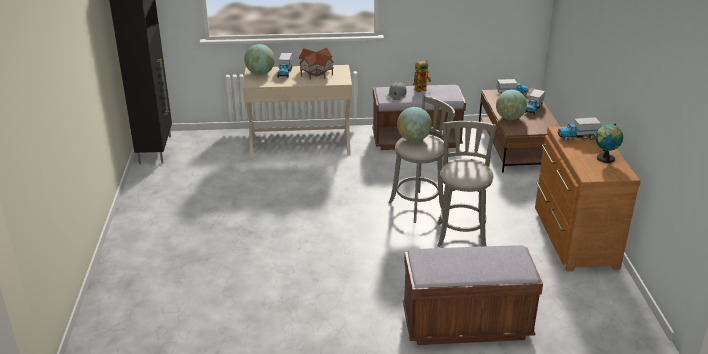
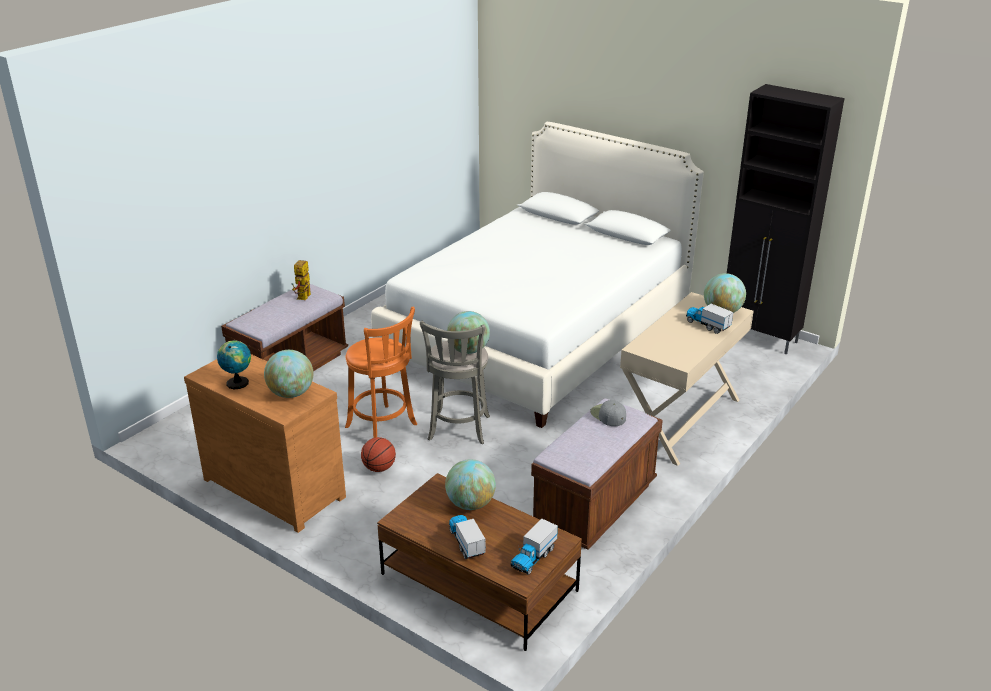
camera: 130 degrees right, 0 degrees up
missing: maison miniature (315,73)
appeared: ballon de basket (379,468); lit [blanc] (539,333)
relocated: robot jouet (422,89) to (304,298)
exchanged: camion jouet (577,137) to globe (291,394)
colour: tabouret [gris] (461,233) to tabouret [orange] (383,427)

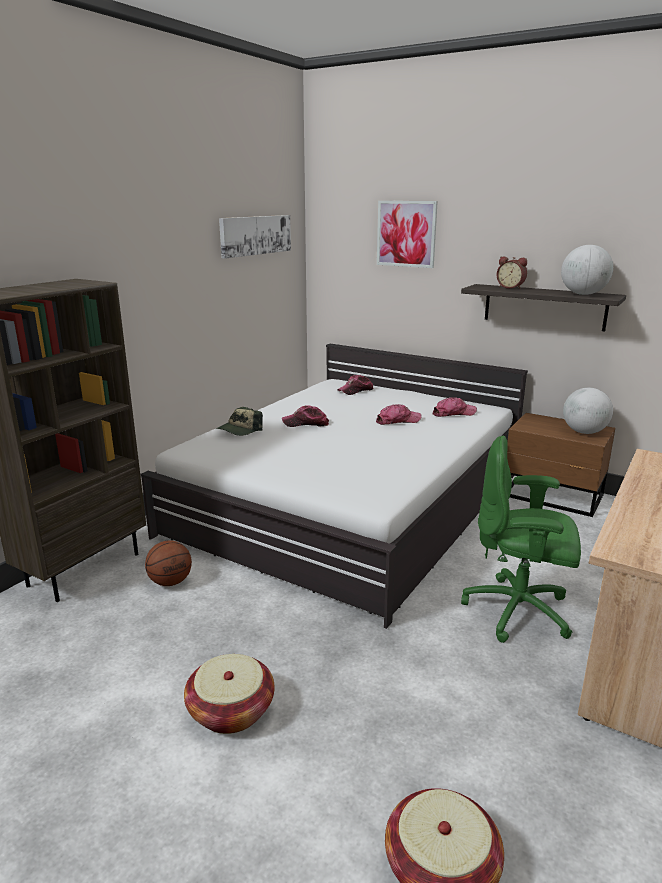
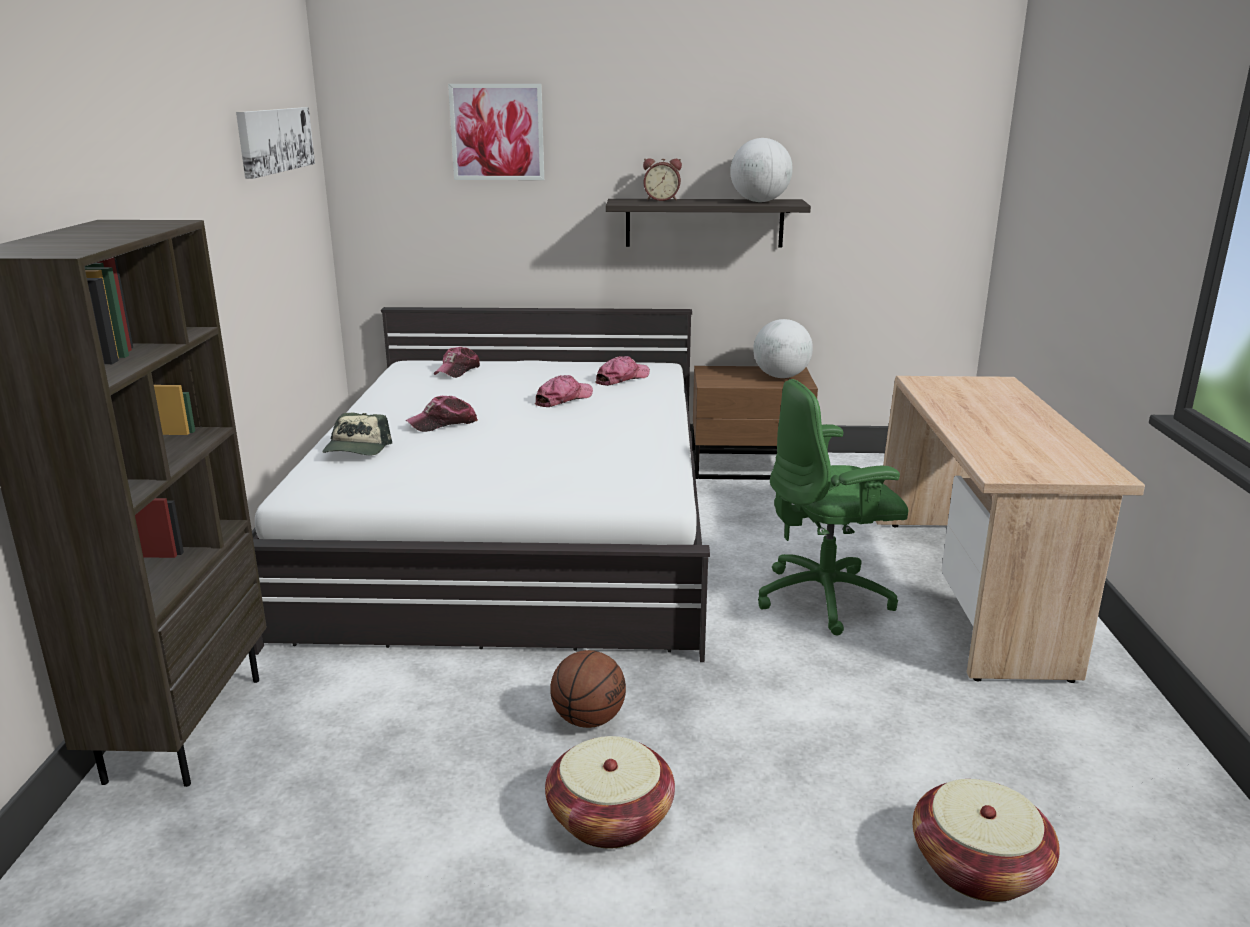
camera: 30 degrees left, 0 degrees up
relocated: ballon de basket (171,582) to (588,719)

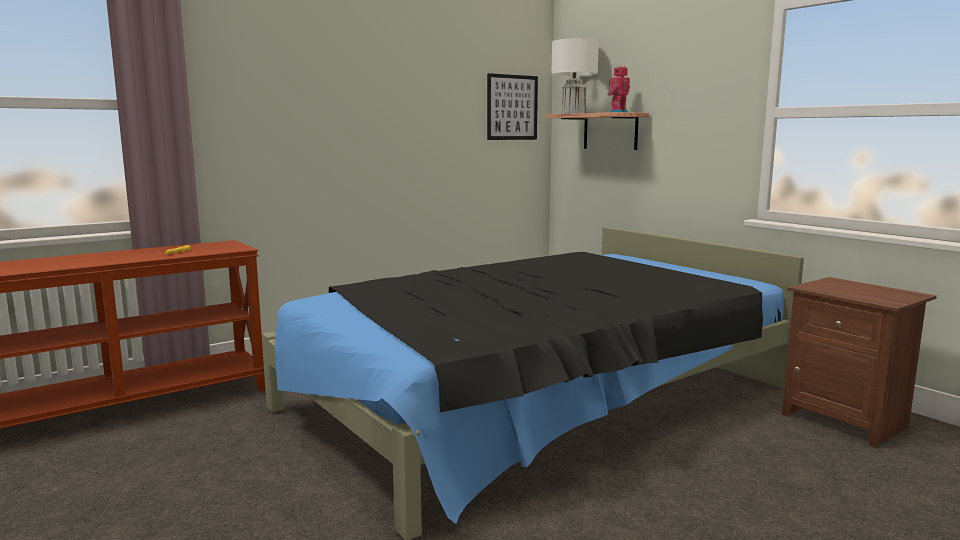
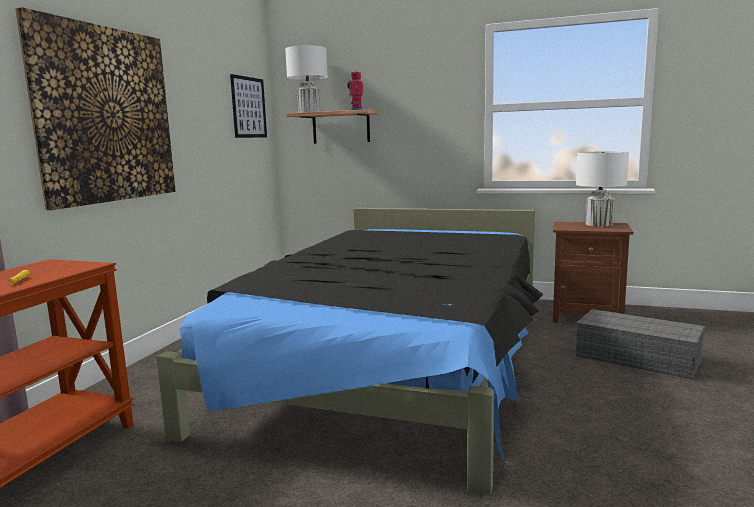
camera: 35 degrees left, 0 degrees up
appeared: tableau (106,115); lampe de table [blanc] (599,224); boîte de rangement [gris] (639,358)

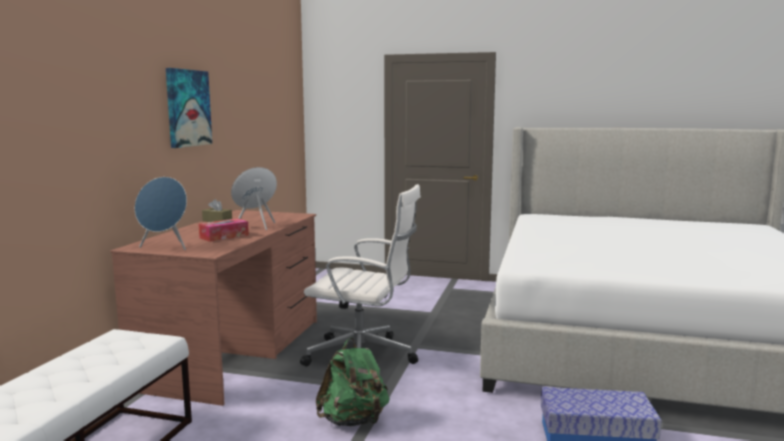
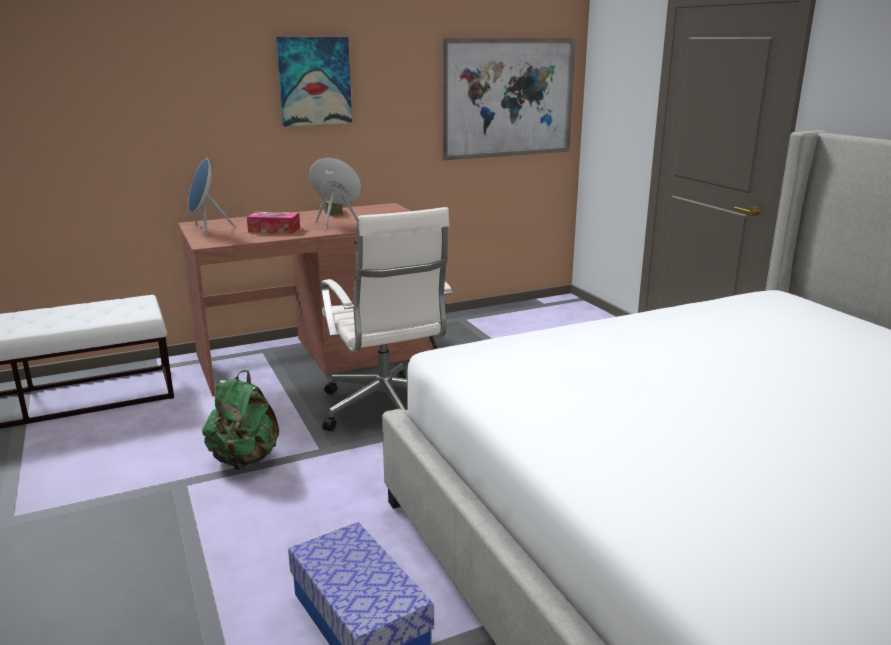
camera: 50 degrees right, 10 degrees up
appeared: tableau (509,98)

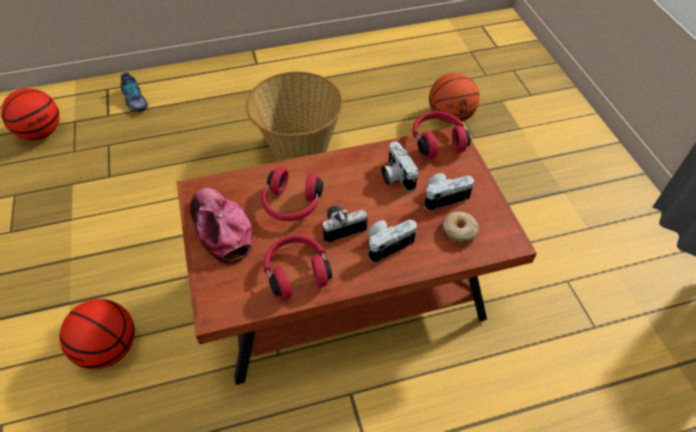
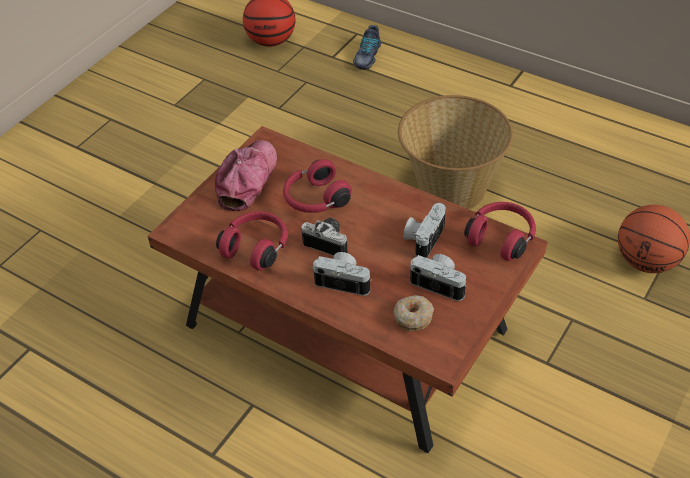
camera: 50 degrees right, 5 degrees down
missing: ballon de basket (109,348)

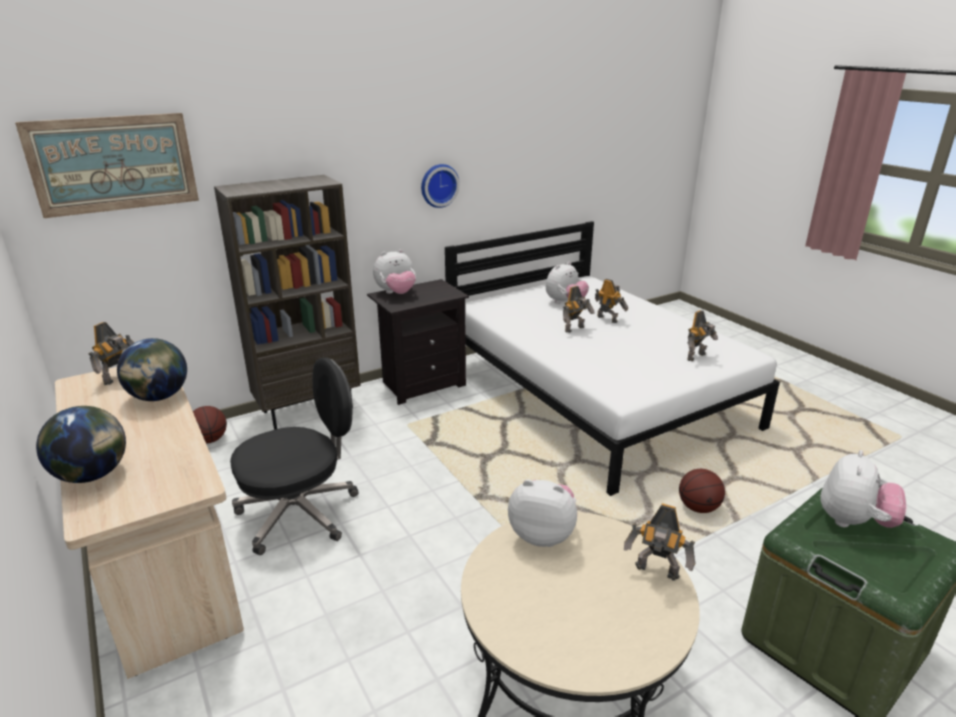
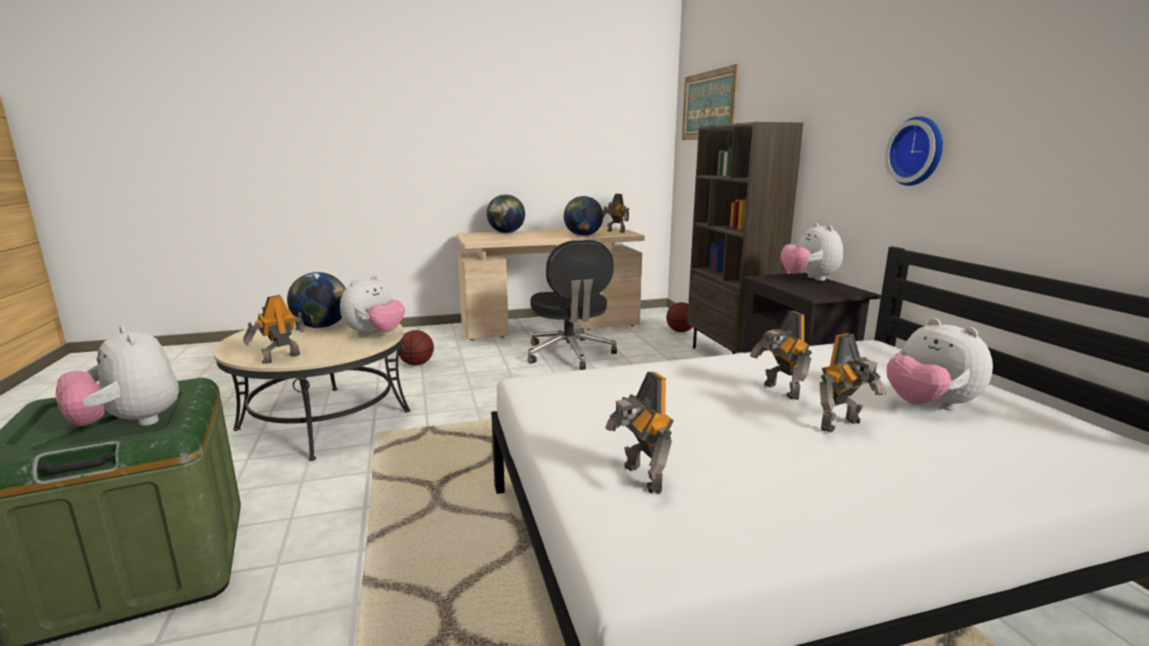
camera: 105 degrees right, 10 degrees down
appeared: globe (322,326)
relocated: ballon de basket (698,508) to (417,364)

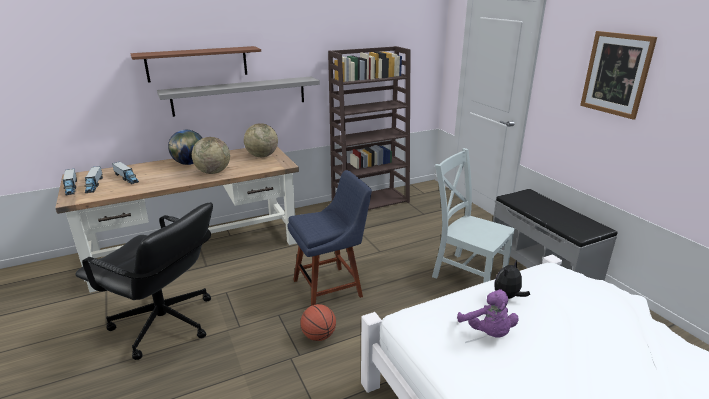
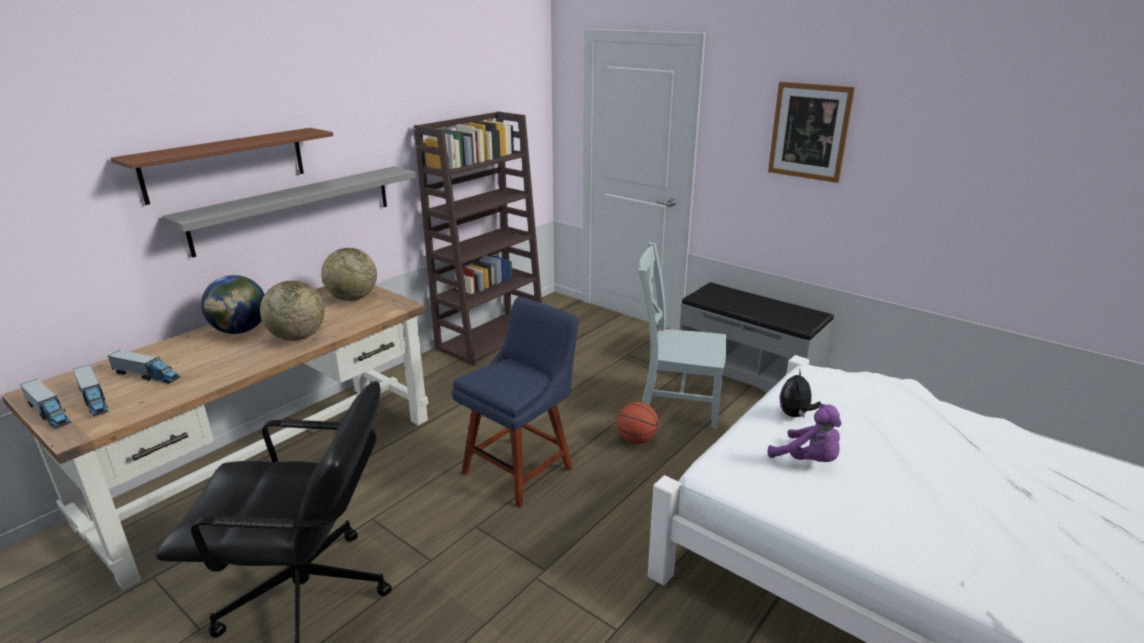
camera: 25 degrees left, 0 degrees up
relocated: ballon de basket (319,336) to (637,440)

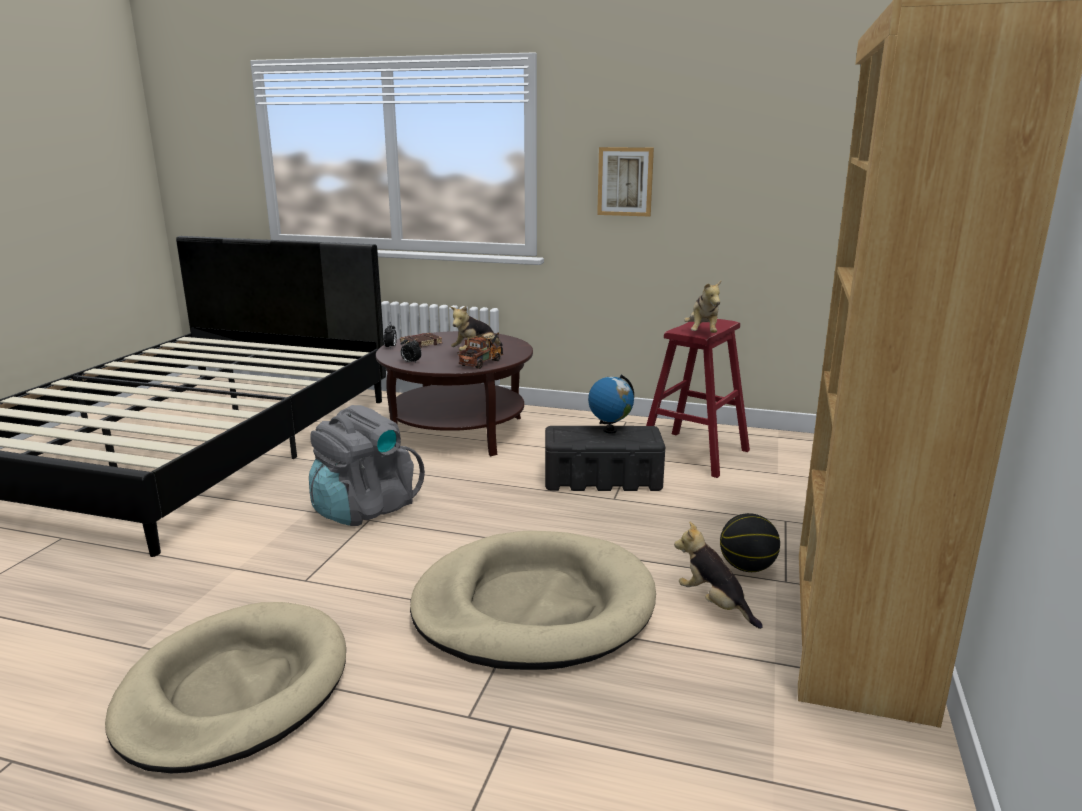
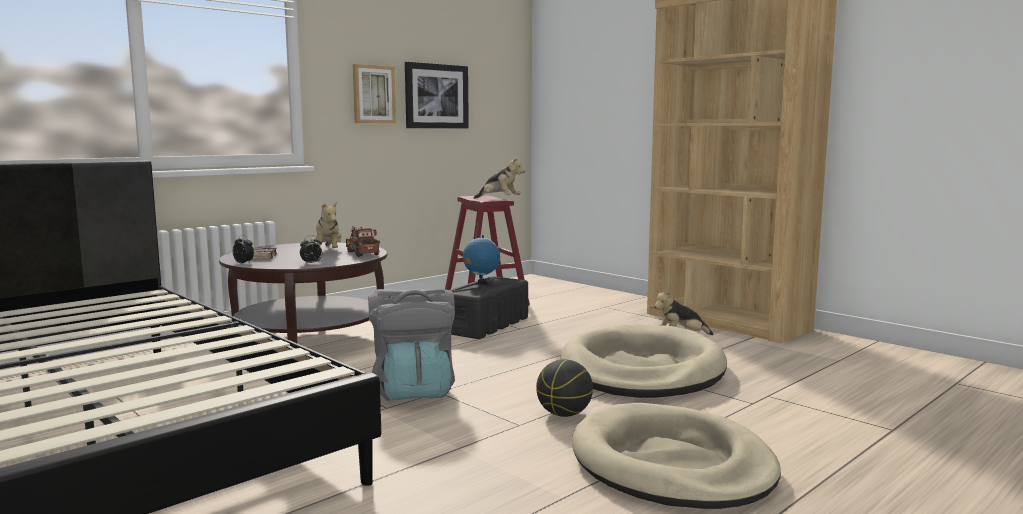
camera: 60 degrees left, 10 degrees down
appeared: tableau (436,96)
relocated: ballon de basket (747,568) to (564,414)

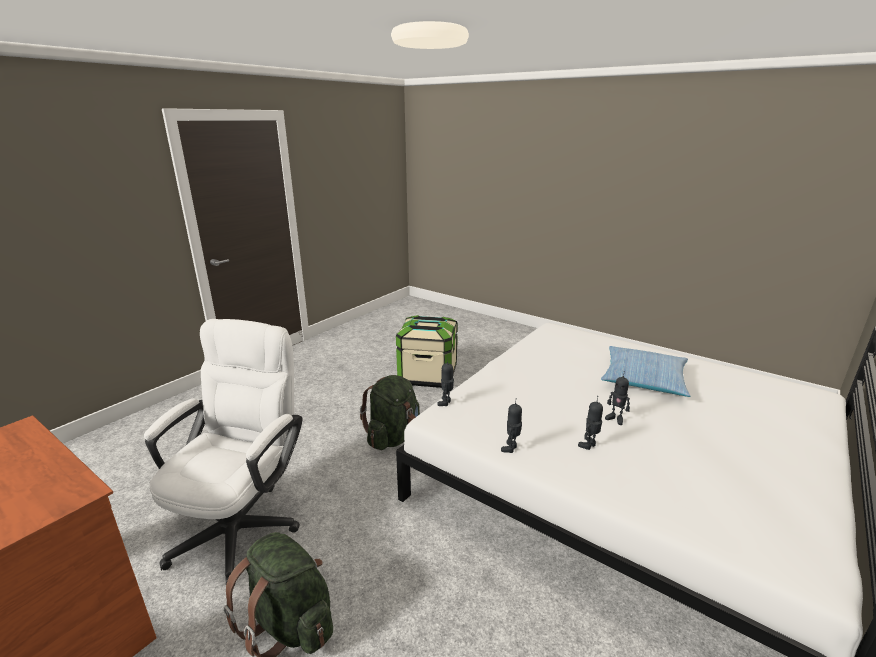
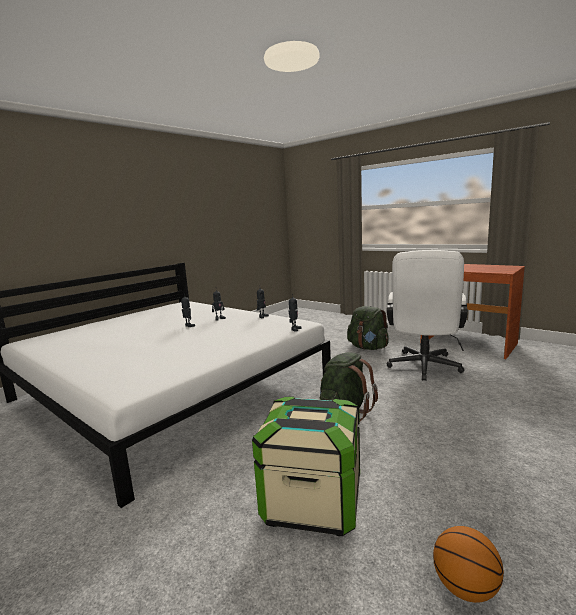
camera: 175 degrees left, 10 degrees down
missing: coussin (644,379)
appeared: ballon de basket (465,587)

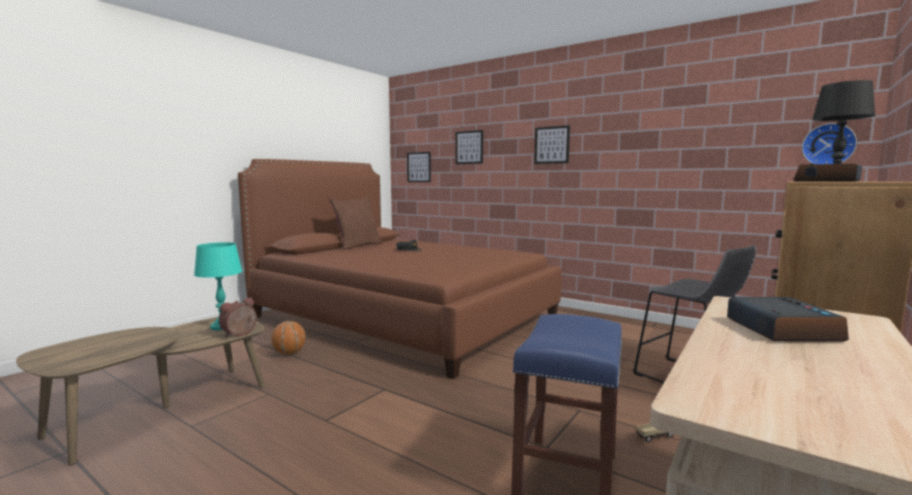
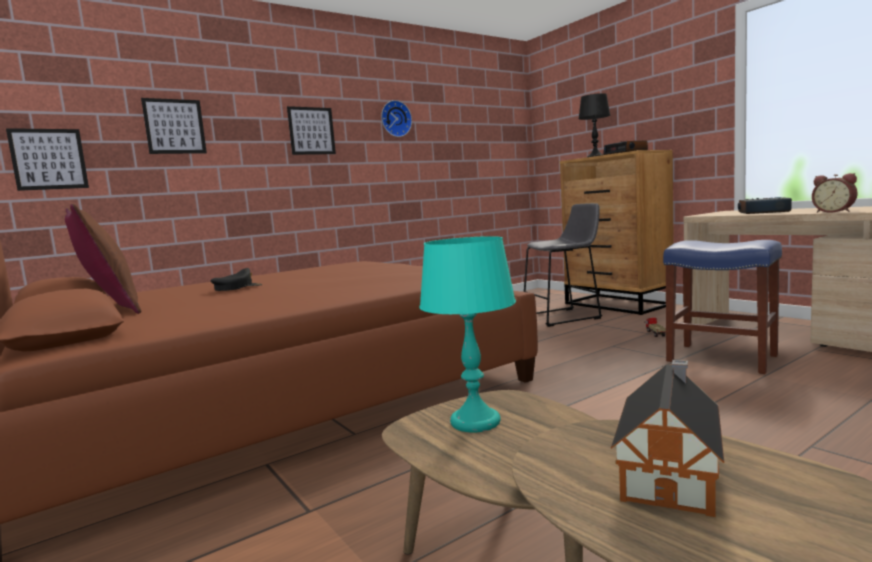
camera: 70 degrees left, 0 degrees up
missing: ballon de basket (289,353)
appeared: maison miniature (671,473)
relocated: réveil (240,334) to (834,212); horloge murale (828,145) to (395,119)

